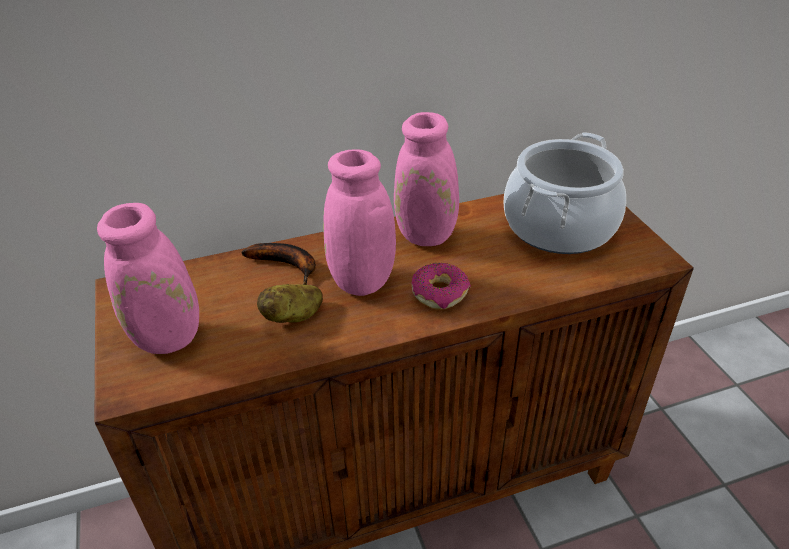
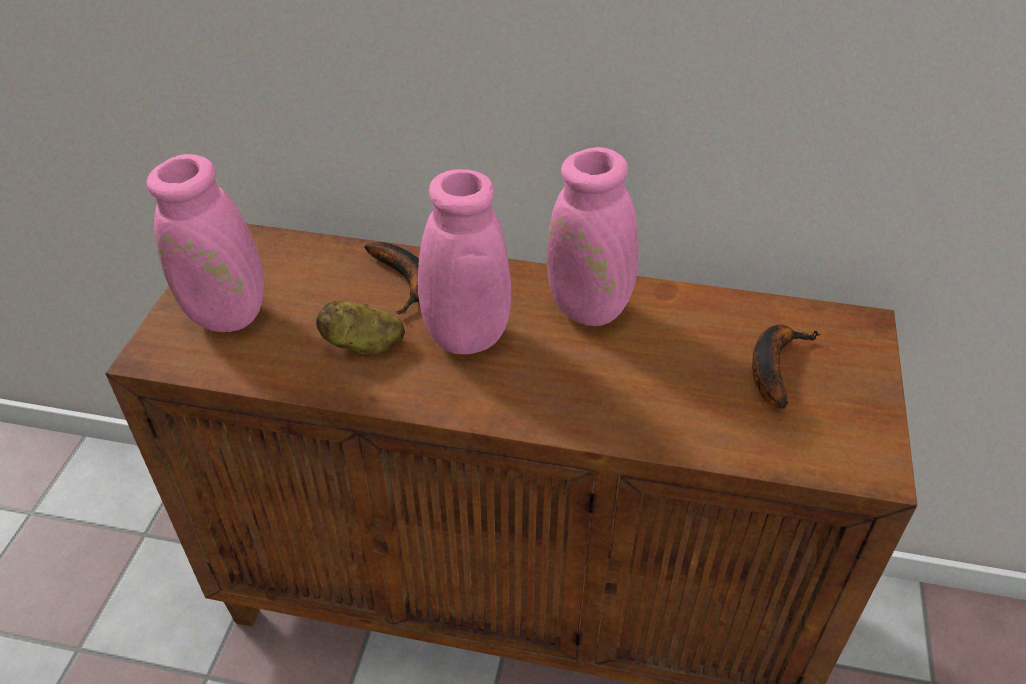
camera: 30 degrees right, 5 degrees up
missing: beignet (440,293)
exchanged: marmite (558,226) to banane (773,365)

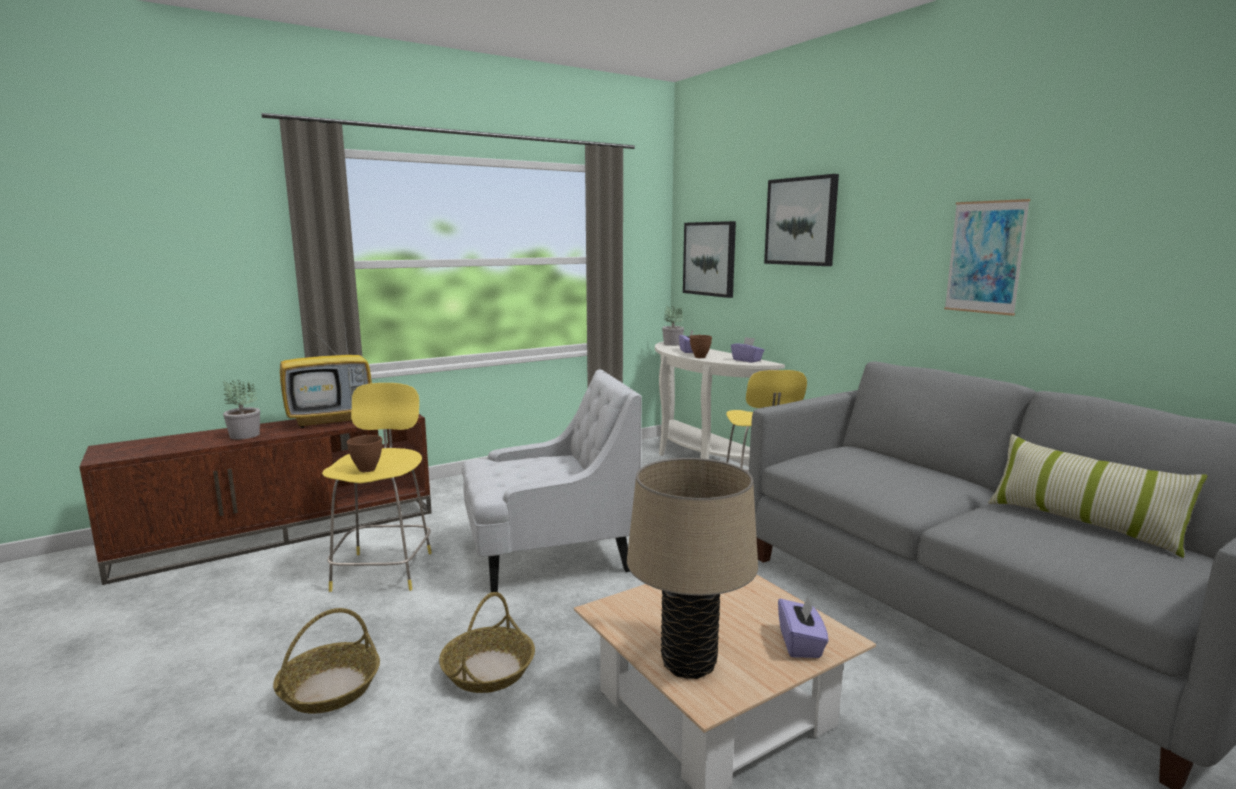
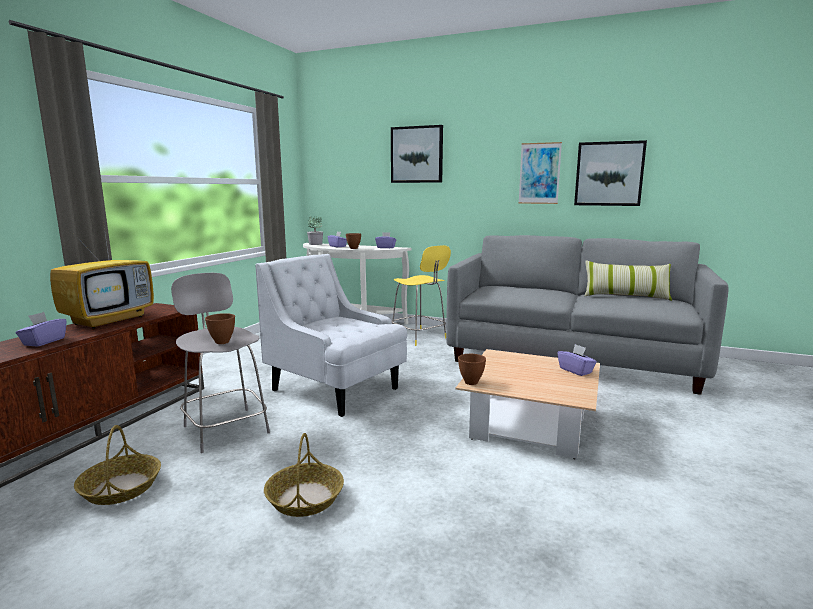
camera: 35 degrees left, 0 degrees up
missing: lampe de table [beige] (688,663)
appeared: bol [marron] (471,383)
relocated: panier (488,670) to (120,487); tableau (710,259) to (609,174)
exchanged: plante en pot (244,435) to boîte à mouchoirs [violet] (44,342)
colour: tabouret [jaune] (384,569) to tabouret [gris] (225,428)
spun: fauteuil [blanc] (548,556) = (336,390) 90 degrees counterclockwise

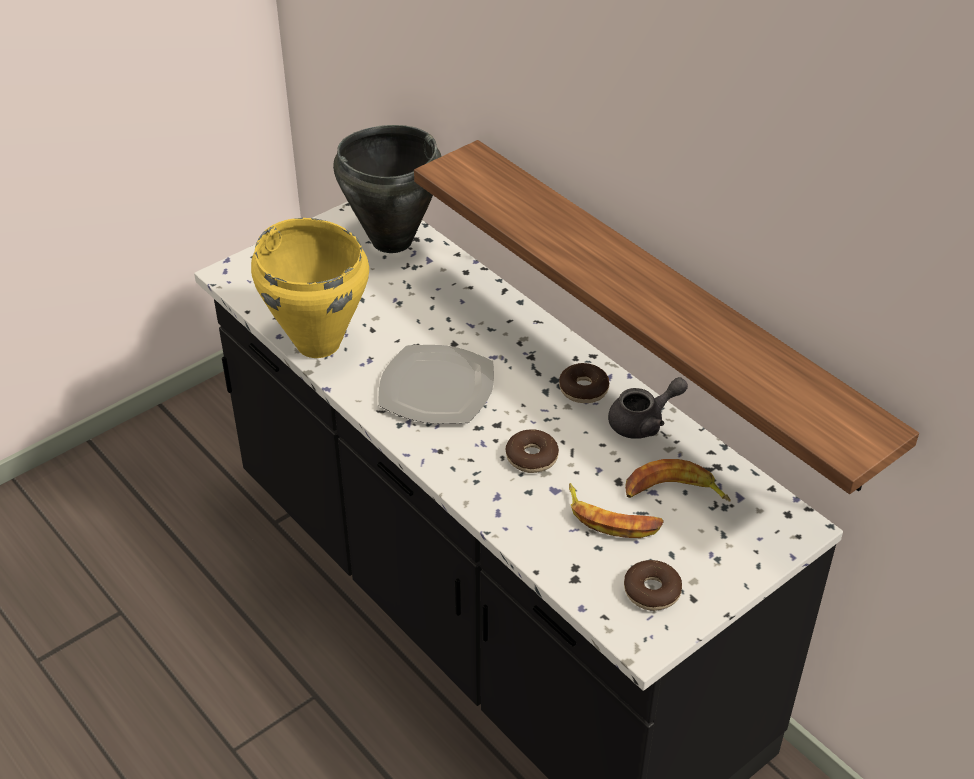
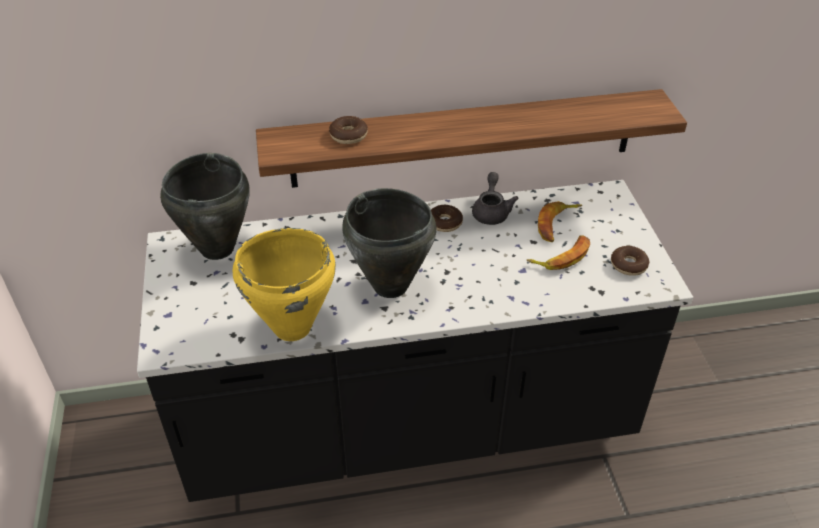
camera: 60 degrees left, 0 degrees up
relocated: beignet (531,457) to (348,135)
exchanged: assiette (435,389) to marmite [noir] (390,286)

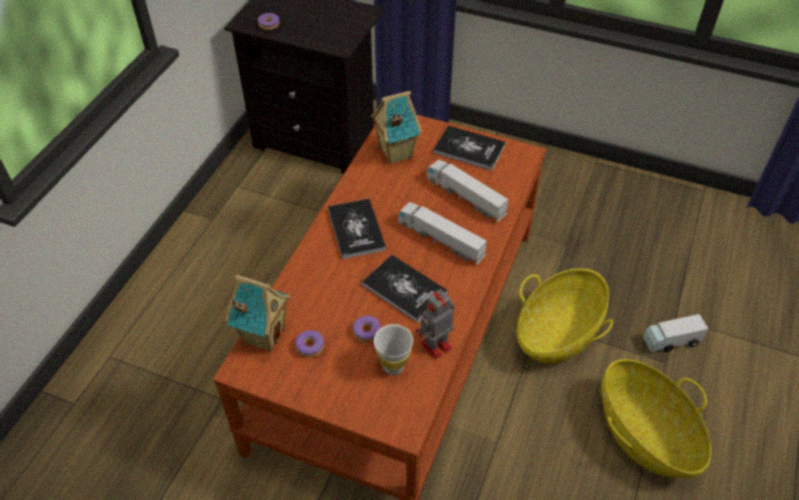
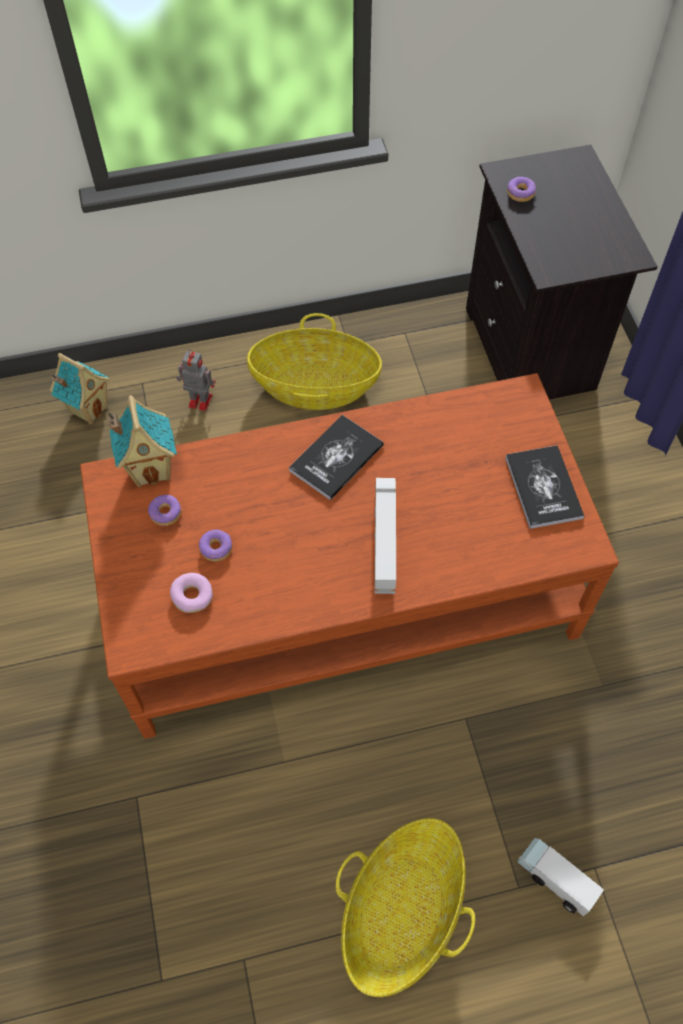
camera: 55 degrees right, 10 degrees up
missing: livre (404,289); camion jouet (465,197)
relocated: maison miniature (395,153) to (89,409); robot jouet (434,346) to (199,400); panier (558,332) to (315,386)
exchanged: tasse [blanc] (393,366) to beignet (192,596)

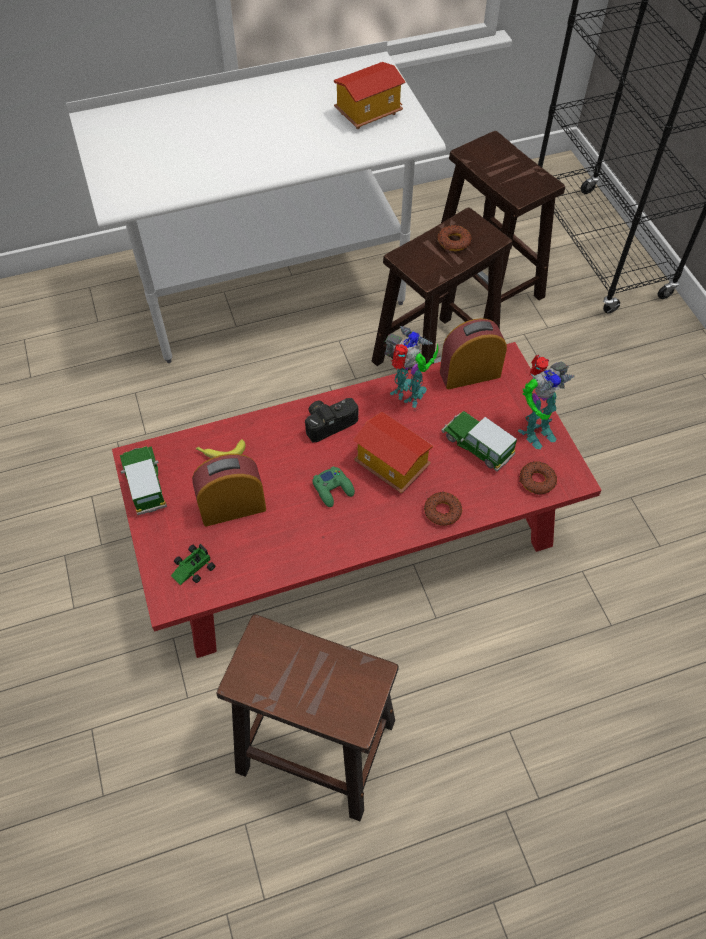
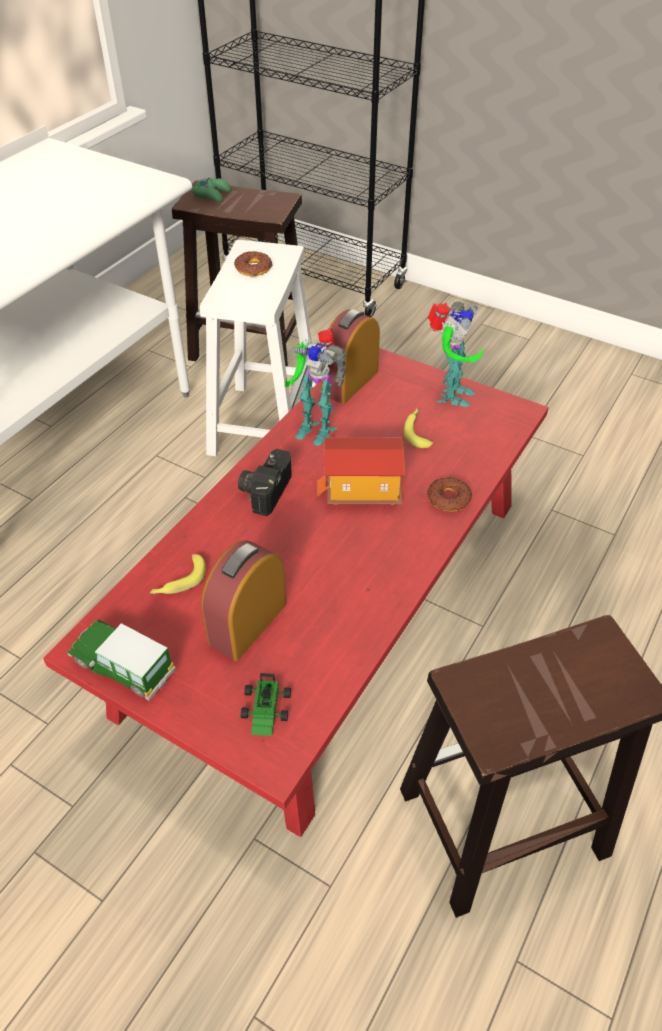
camera: 40 degrees left, 10 degrees down
missing: maison miniature (368,113); beignet (537,481)
relocated: manette [vert] (333,489) to (212,194)
exchanged: petite voiture (477,445) to banane (417,431)
colour: tabouret [marron] (435,360) to tabouret [blanc] (265,422)
spun: robot jouet (408,396) = (315,428) 150 degrees counterclockwise

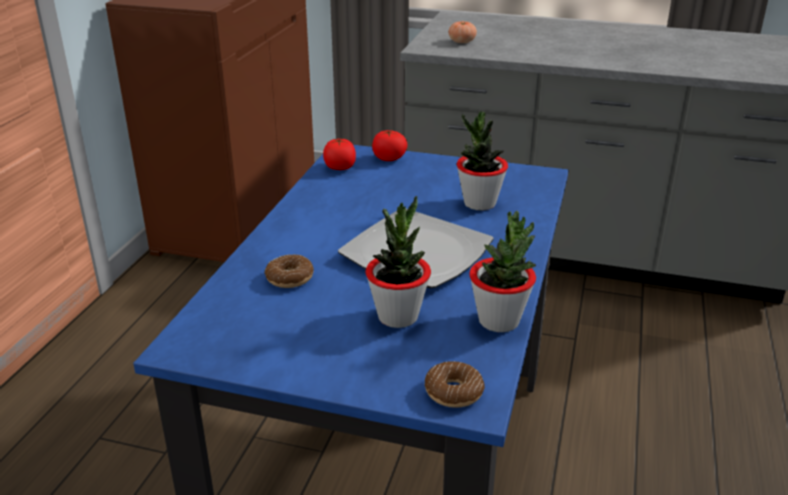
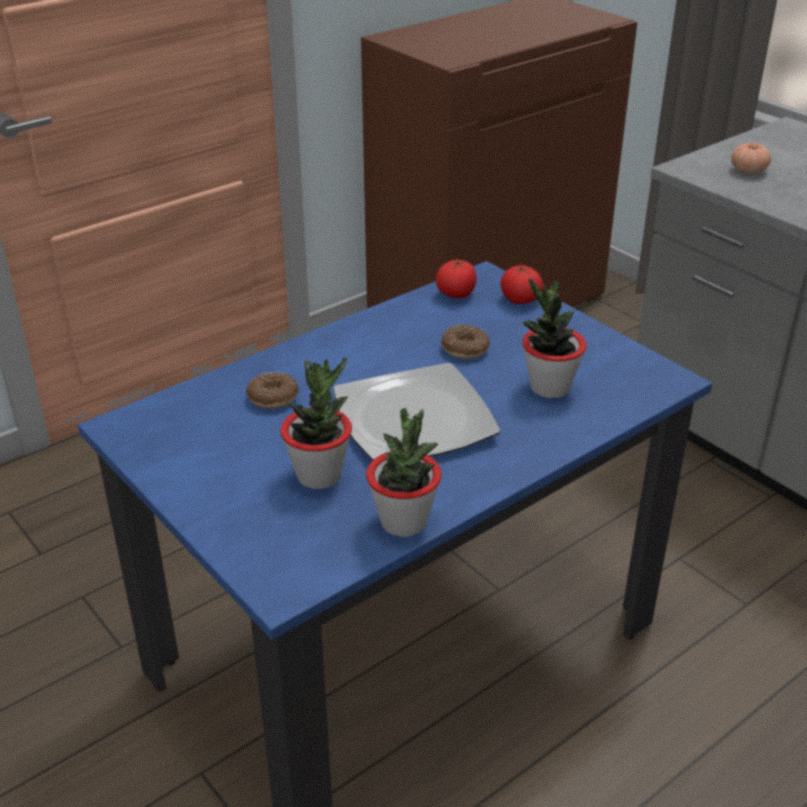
camera: 35 degrees right, 5 degrees up
relocated: beignet (453,392) to (465,349)

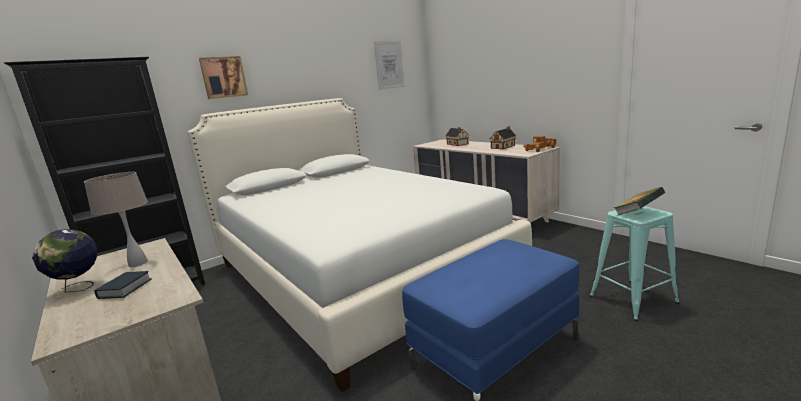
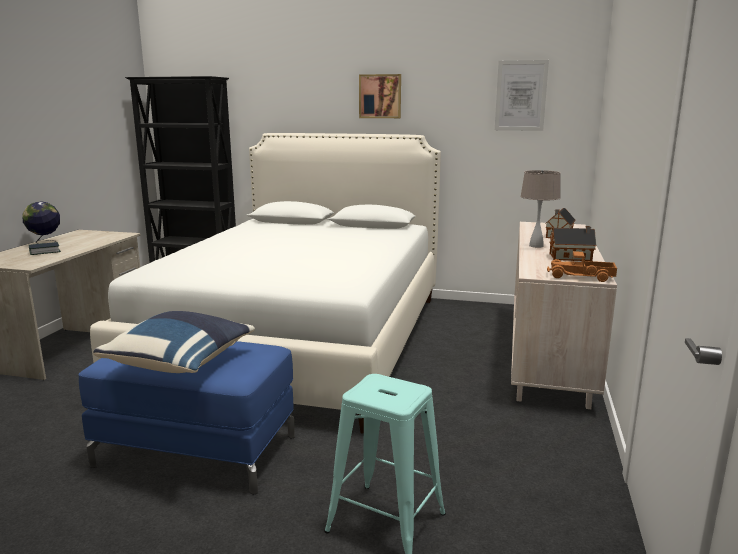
camera: 50 degrees right, 0 degrees up
missing: livre (638,213)
appeared: coussin [bleu] (181,362)
relocated: lampe de table [beige] (138,263) to (536,246); tableau (223,77) to (380,96)

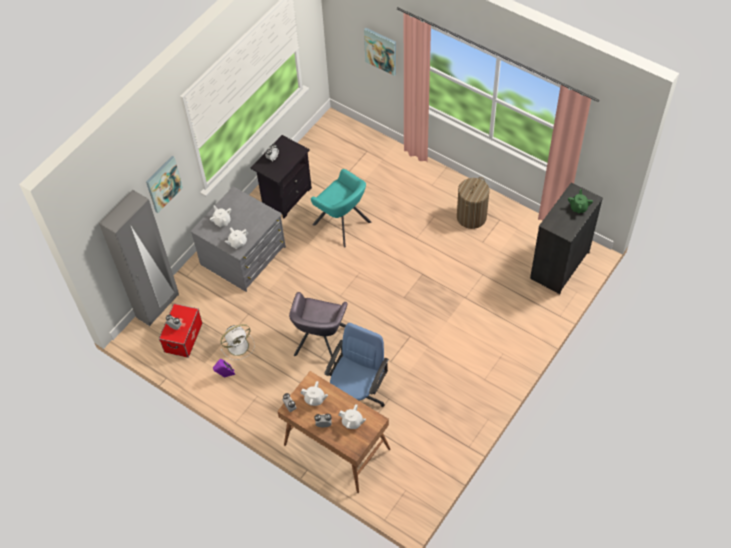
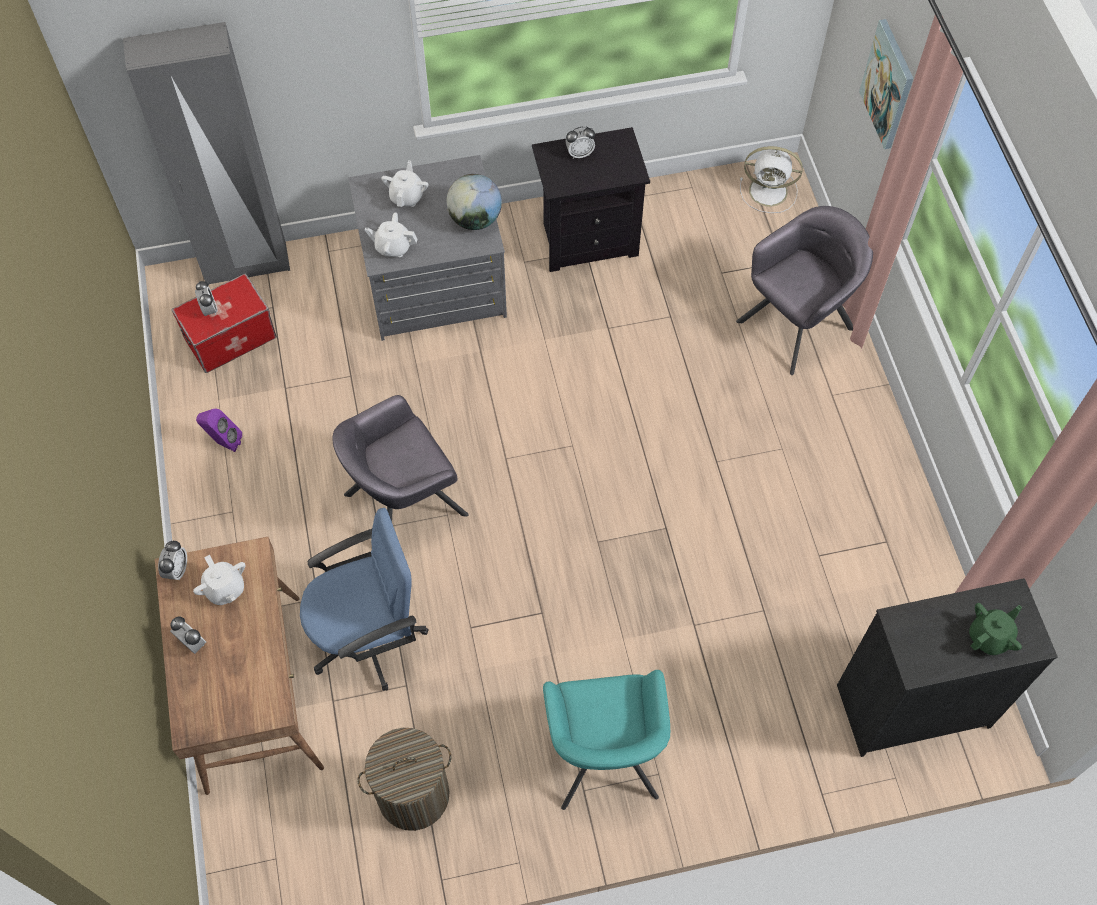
camera: 40 degrees right, 5 degrees up
missing: tableau (163,184); théière [blanc] (352,422)
appeared: globe (475,219); fauteuil [gris] (797,325)
relocated: ventilateur [blanc] (239,345) to (770,191); fauteuil [turquoise] (342,223) to (602,754); panier à linge (471,217) to (413,795)

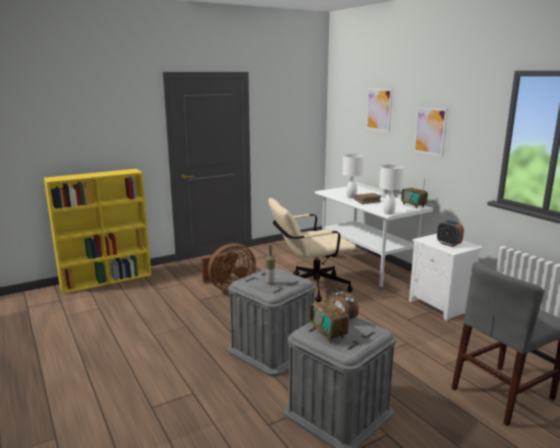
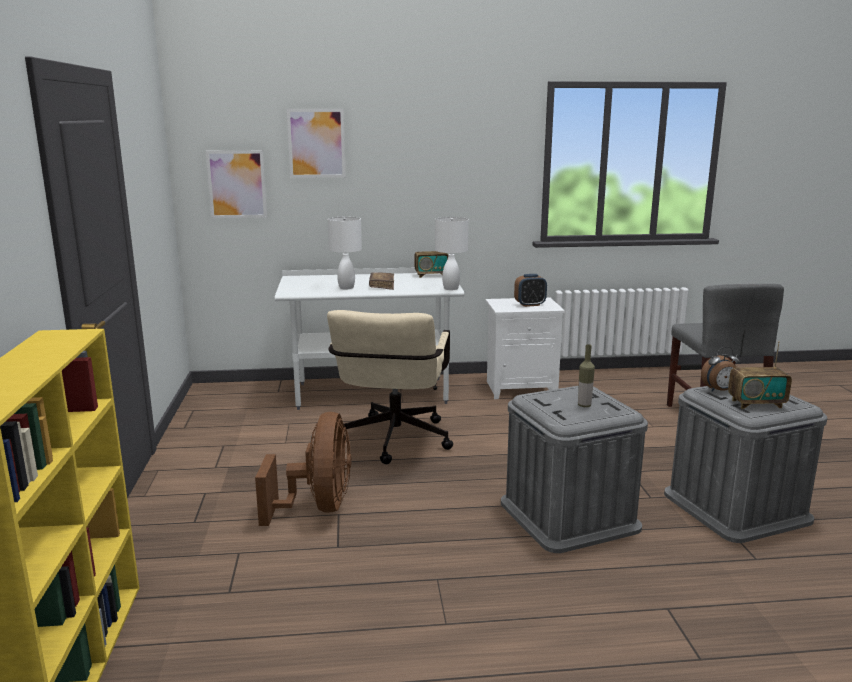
camera: 65 degrees left, 0 degrees up
relocated: tableau (430,131) to (237,184)

